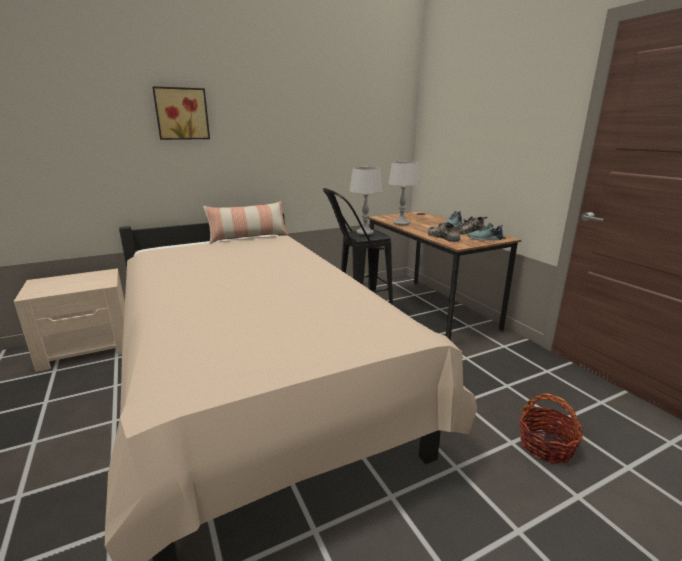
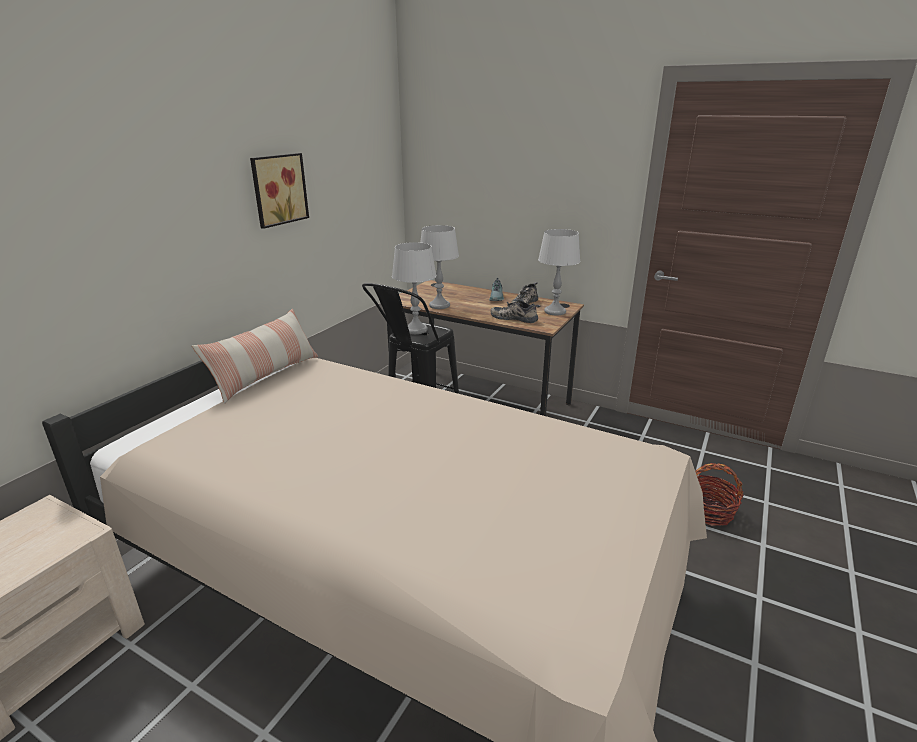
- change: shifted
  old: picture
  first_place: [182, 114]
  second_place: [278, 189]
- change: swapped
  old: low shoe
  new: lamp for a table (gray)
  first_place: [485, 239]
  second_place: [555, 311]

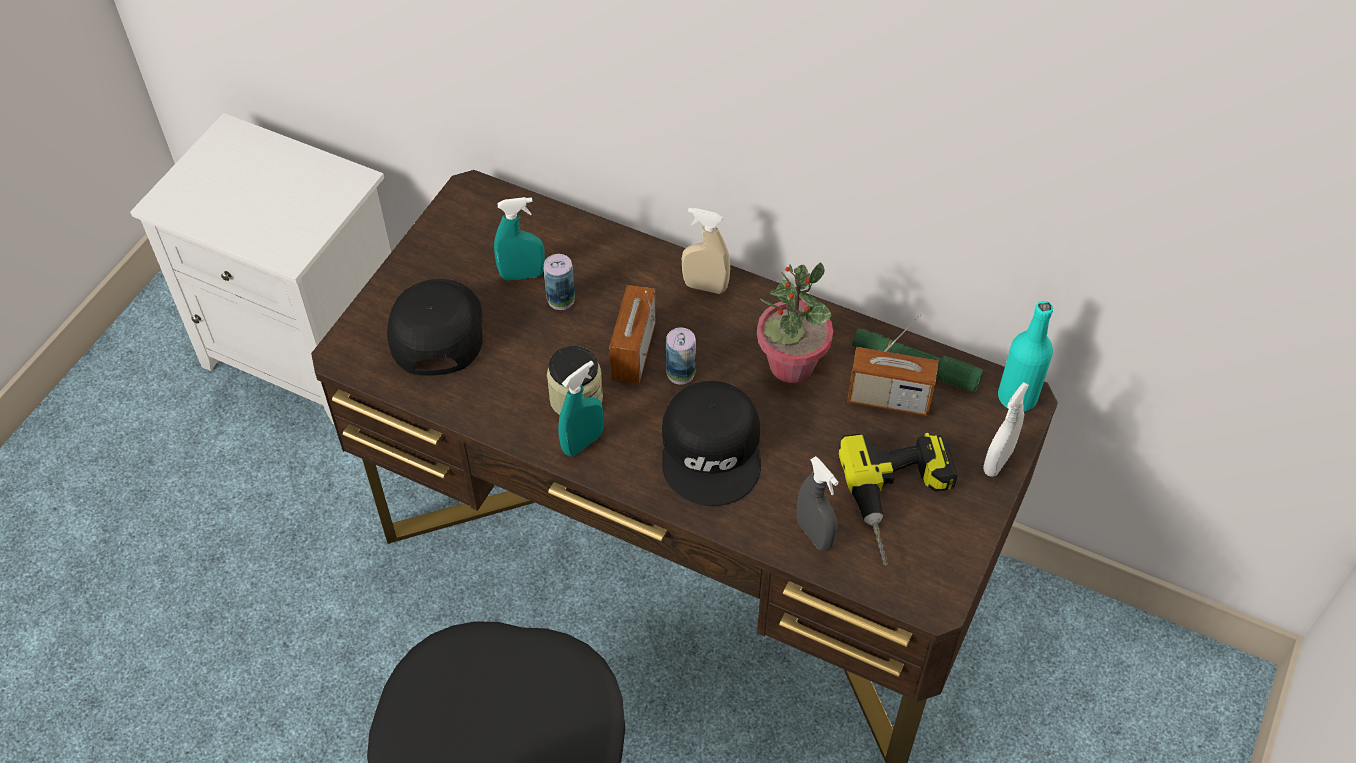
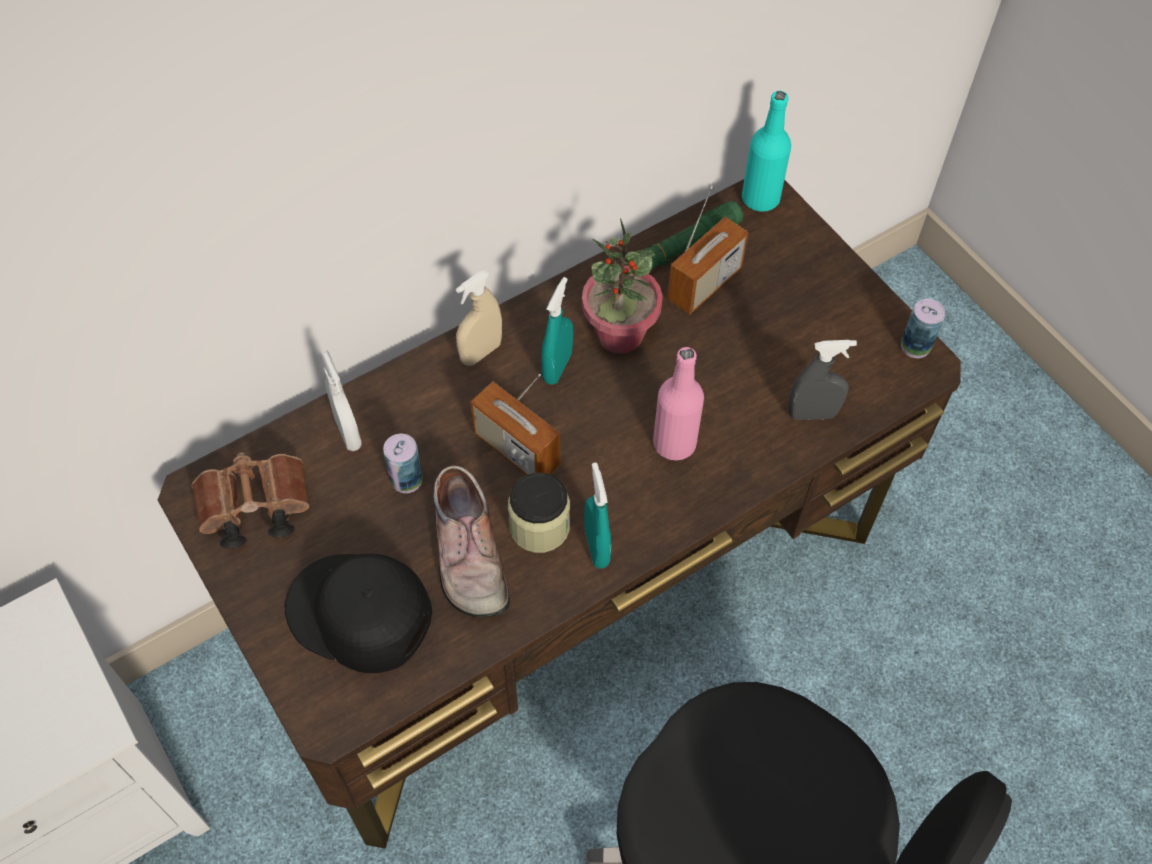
- change: gone
  old: drill
  first_place: [903, 502]
- change: new
  new: binoculars (brown-coloured)
  second_place: [252, 510]
- change: new
  new: low shoe
  second_place: [465, 553]
- change: shifted
  old: hand sprayer (blue-green)
  first_place: [522, 275]
  second_place: [557, 367]
- change: shifted
  old: metal can
  first_place: [680, 373]
  second_place: [915, 346]
- change: shifted
  old: hand sprayer (whitish)
  first_place: [997, 461]
  second_place: [348, 433]
- change: swapped
  old: baseball cap (black)
  new: drink bottle (pink)
  first_place: [713, 450]
  second_place: [674, 443]

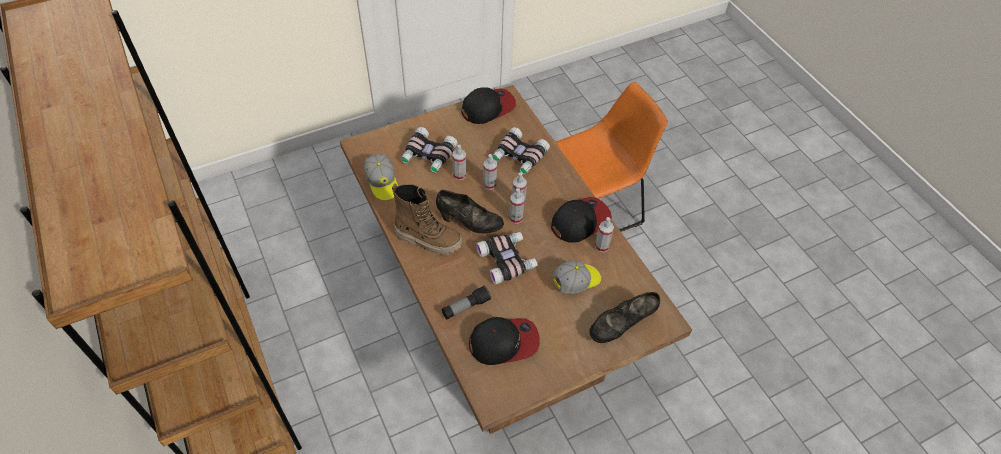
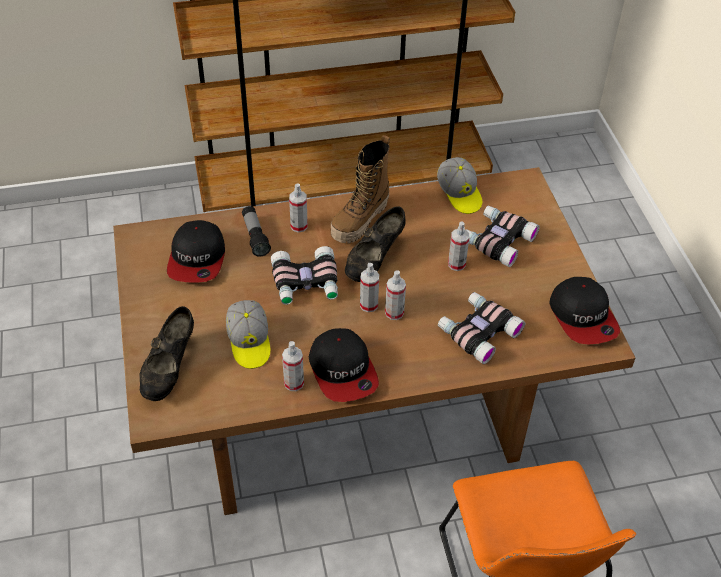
- change: shifted
  old: hand sprayer
  first_place: [489, 184]
  second_place: [299, 226]
- change: rotated
  old: baseball cap
  first_place: [382, 183]
  second_place: [459, 194]
  degrees: -105
- change: rotated
  old: low shoe (black)
  first_place: [621, 325]
  second_place: [169, 369]
  degrees: -150

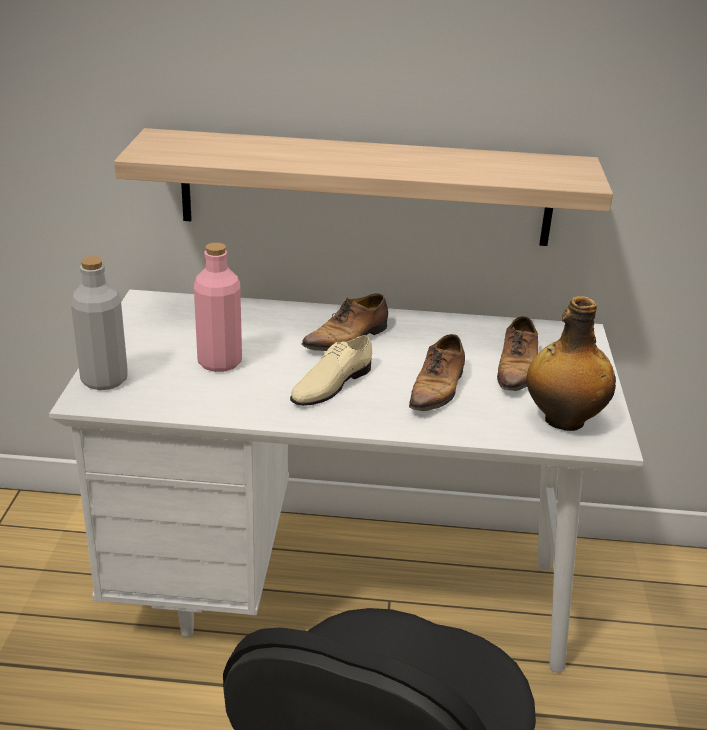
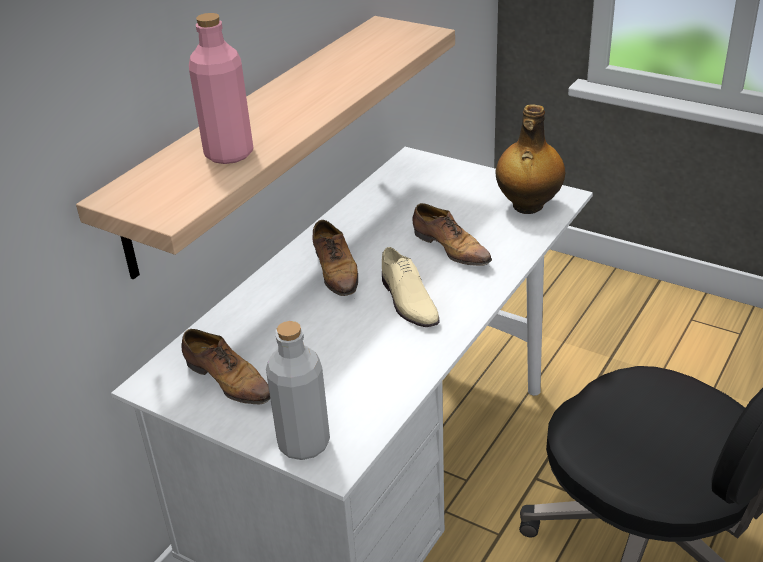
- change: shifted
  old: drink bottle (pink)
  first_place: [220, 362]
  second_place: [229, 153]
- change: shifted
  old: low shoe
  first_place: [517, 369]
  second_place: [228, 380]

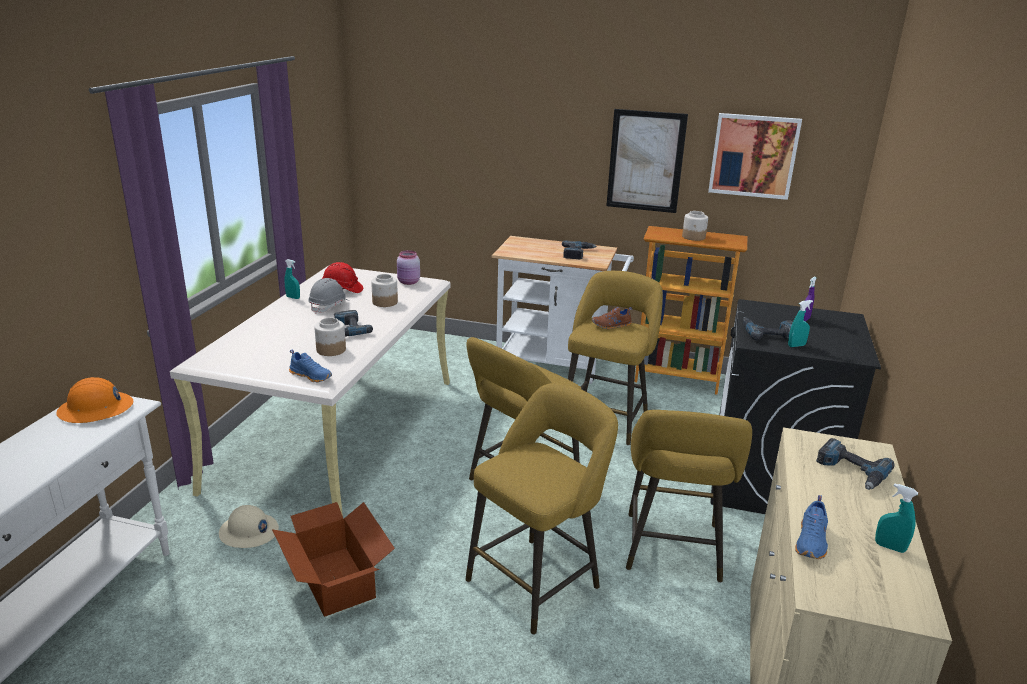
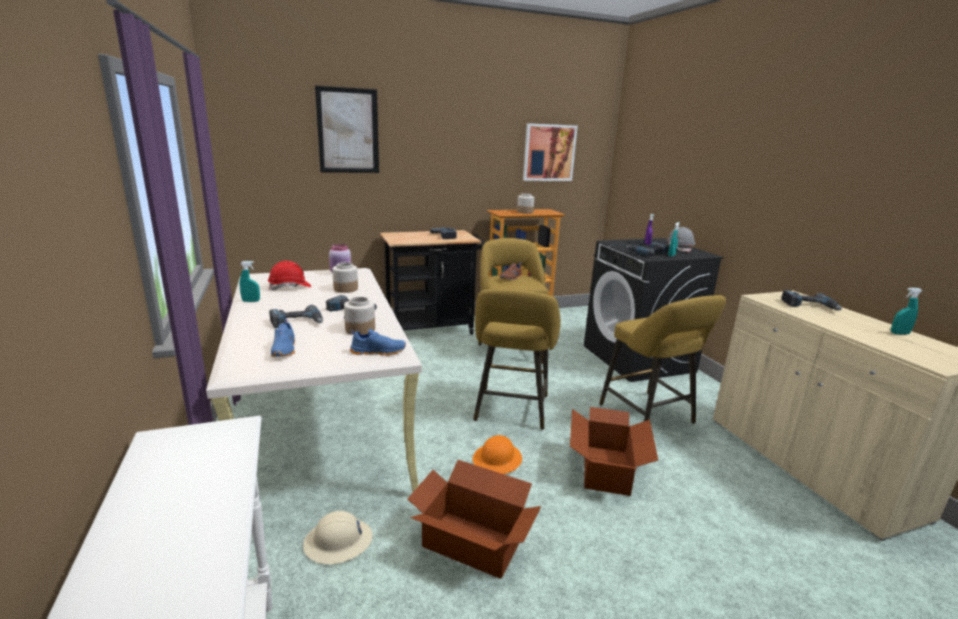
- change: new
  new: drill
  second_place: [297, 322]
- change: shifted
  old: safety helmet (orange-coloured)
  first_place: [96, 409]
  second_place: [497, 460]
- change: shifted
  old: safety helmet (gray)
  first_place: [329, 306]
  second_place: [678, 248]
- change: shifted
  old: picture
  first_place: [645, 161]
  second_place: [348, 131]
- change: shifted
  old: low shoe (blue)
  first_place: [812, 542]
  second_place: [285, 350]
- change: swapped
  old: stool (yellow-coloured)
  new: packing box
  first_place: [538, 580]
  second_place: [607, 469]
- change: repainted
  old: trolley (whitish)
  new: trolley (black)
  first_place: [557, 364]
  second_place: [435, 328]

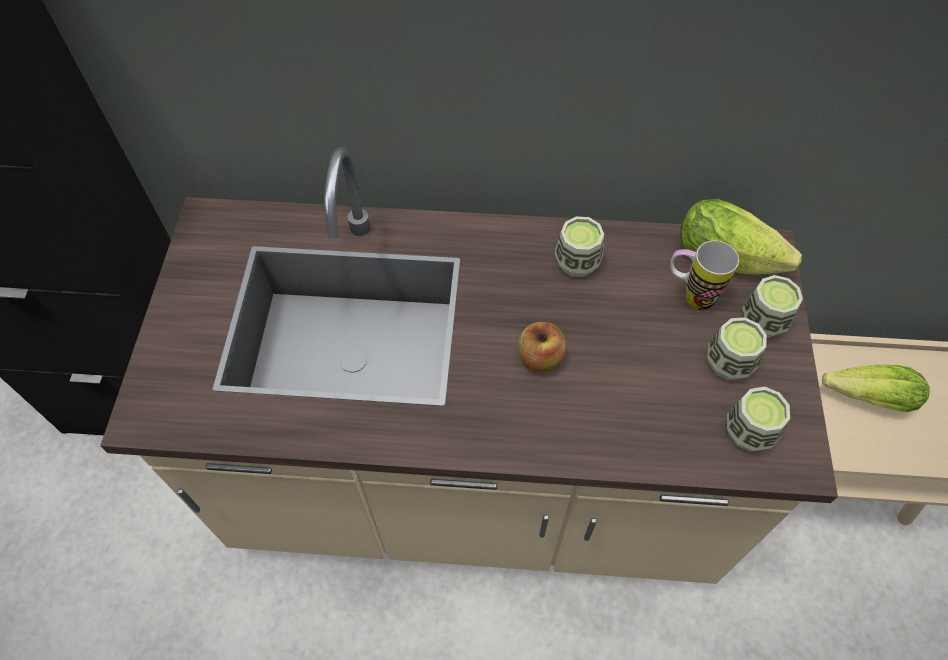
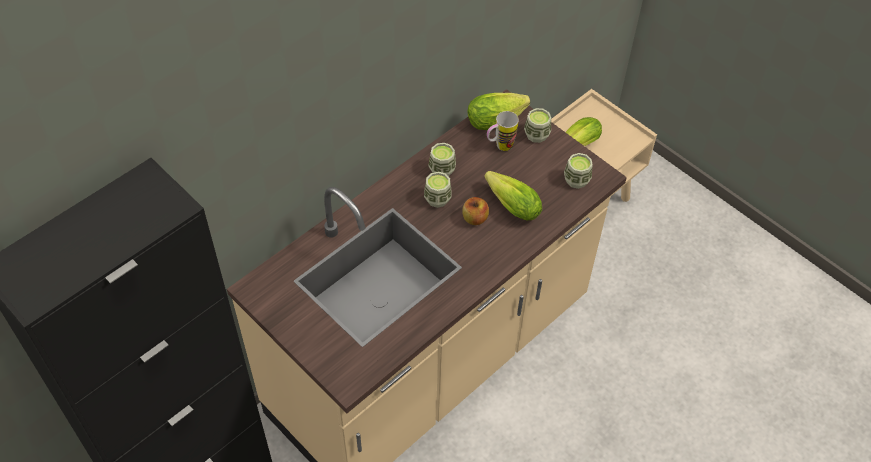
- change: new
  new: lettuce head
  second_place: [510, 204]
- change: shifted
  old: small cup
  first_place: [728, 363]
  second_place: [437, 199]

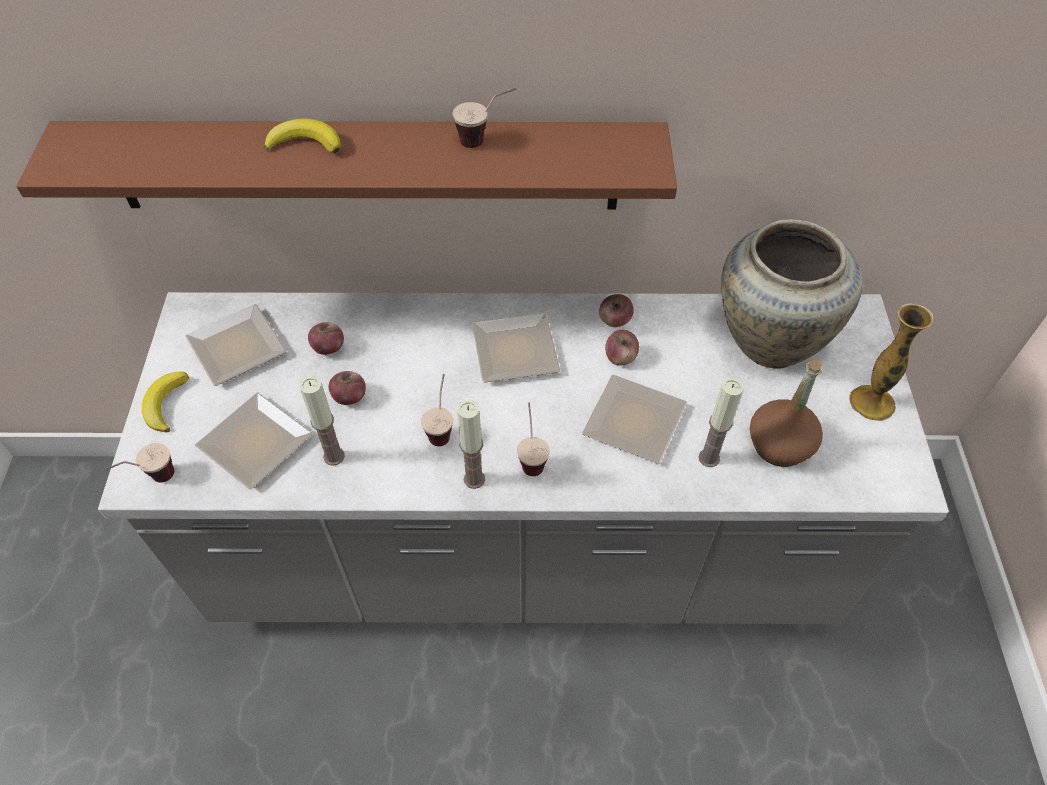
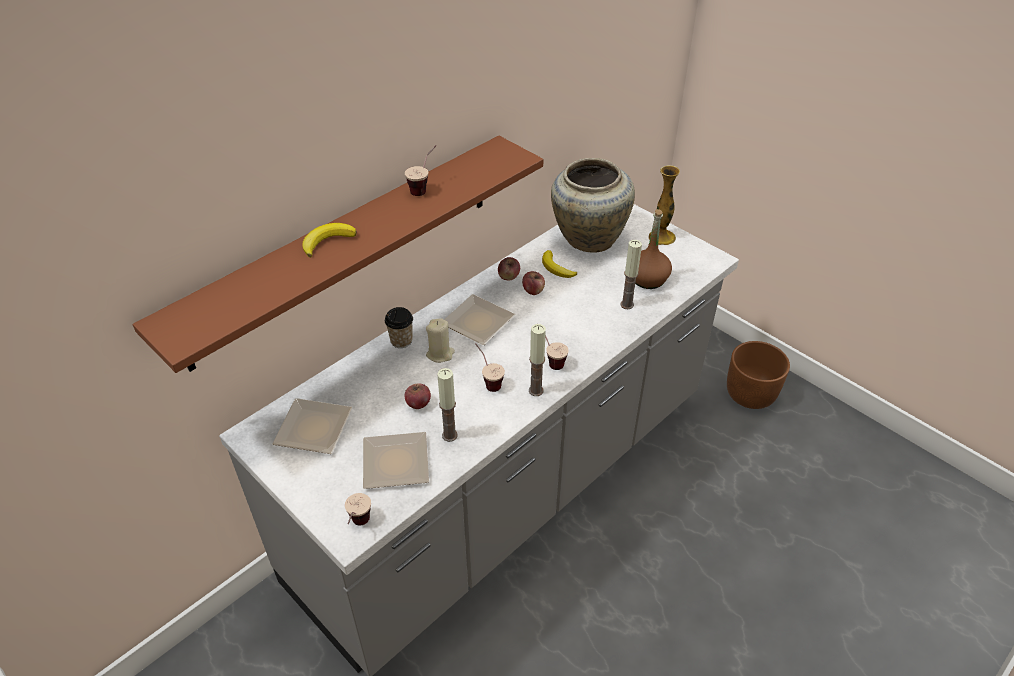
- change: gone
  old: apple fruit
  first_place: [328, 347]
- change: gone
  old: dinner plate
  first_place: [630, 423]
- change: new
  new: small cup
  second_place: [401, 341]
- change: new
  new: candle (sand-coloured)
  second_place: [440, 354]
- change: new
  new: planter (brown-coloured)
  second_place: [751, 394]
- change: shifted
  old: banana
  first_place: [165, 404]
  second_place: [556, 268]

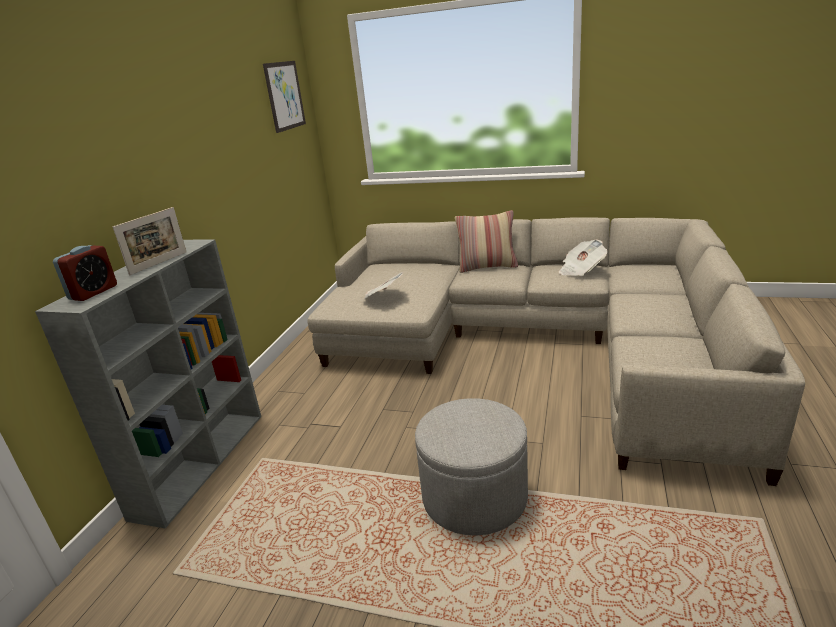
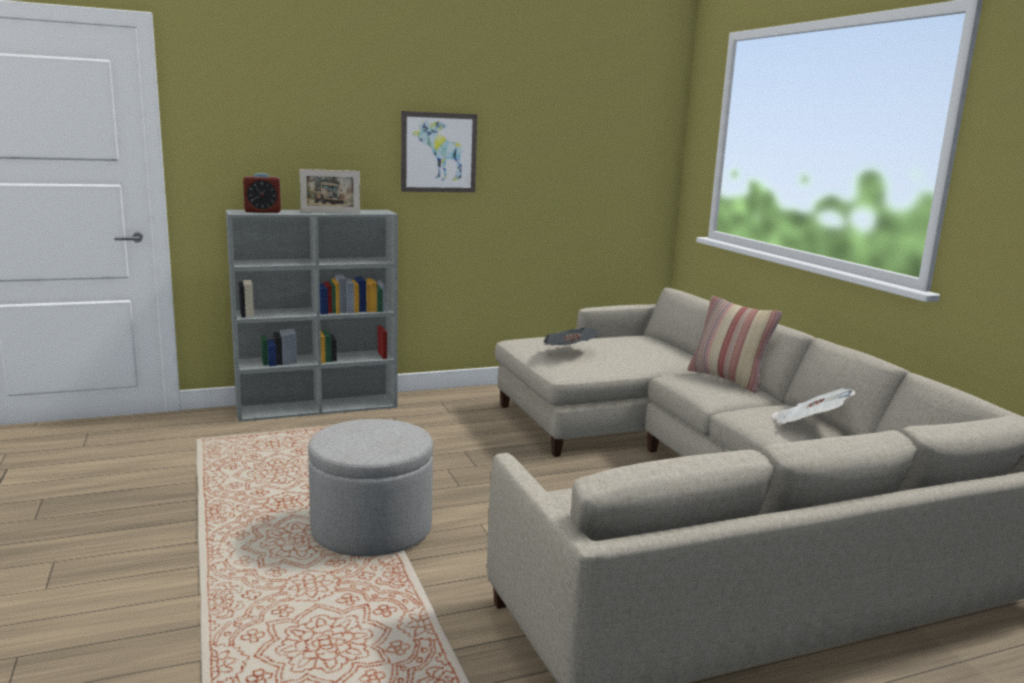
- change: shifted
  old: picture
  first_place: [285, 96]
  second_place: [439, 152]

